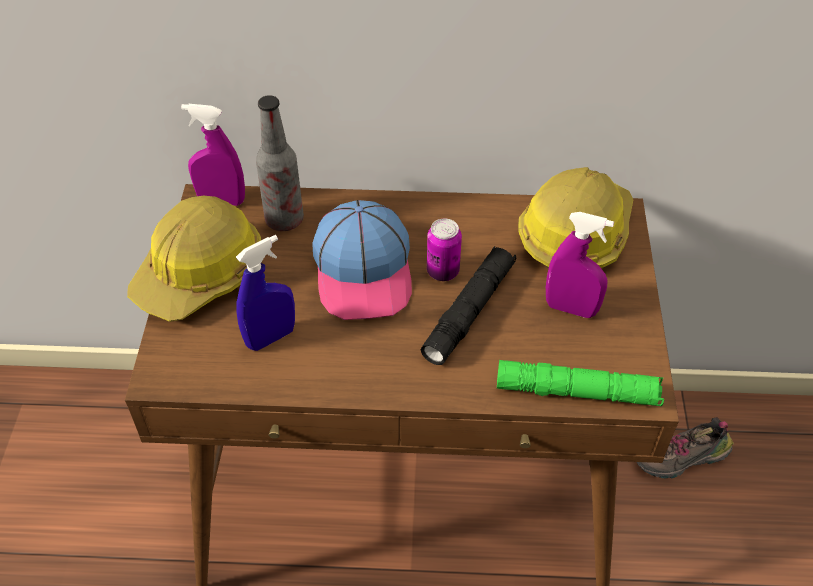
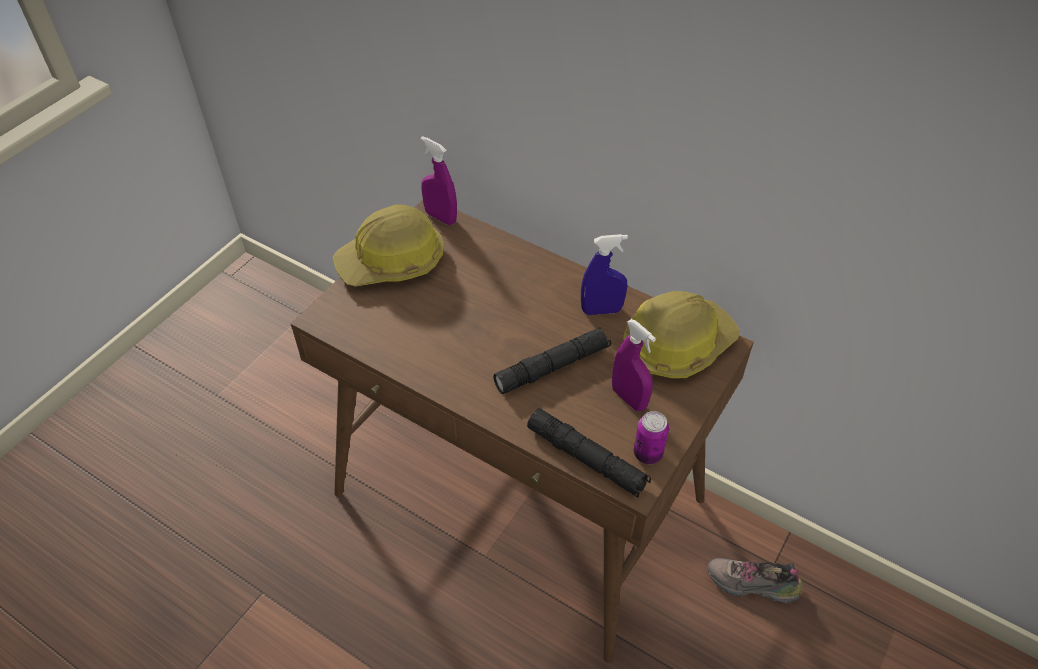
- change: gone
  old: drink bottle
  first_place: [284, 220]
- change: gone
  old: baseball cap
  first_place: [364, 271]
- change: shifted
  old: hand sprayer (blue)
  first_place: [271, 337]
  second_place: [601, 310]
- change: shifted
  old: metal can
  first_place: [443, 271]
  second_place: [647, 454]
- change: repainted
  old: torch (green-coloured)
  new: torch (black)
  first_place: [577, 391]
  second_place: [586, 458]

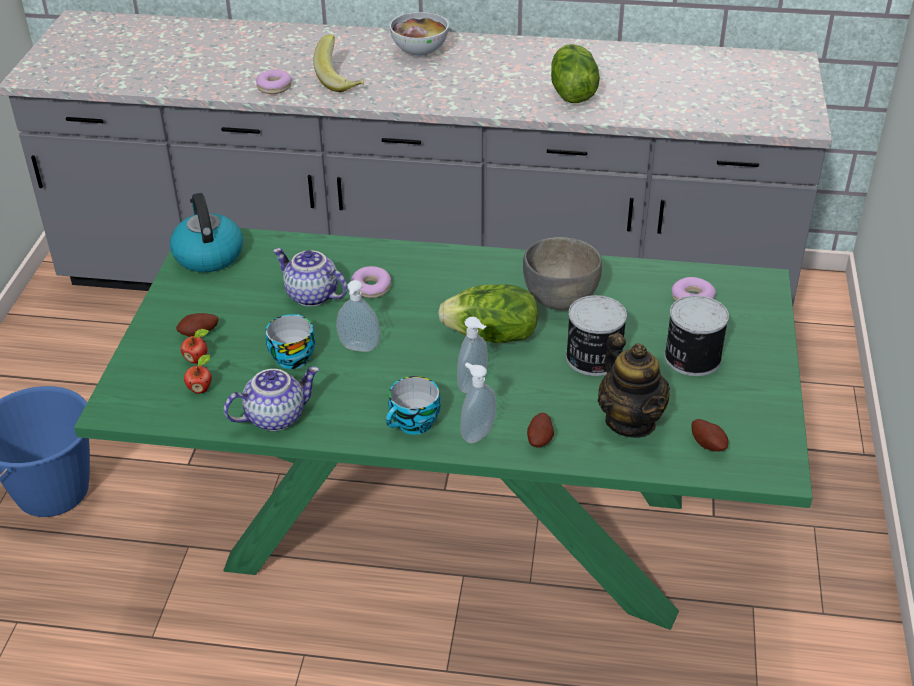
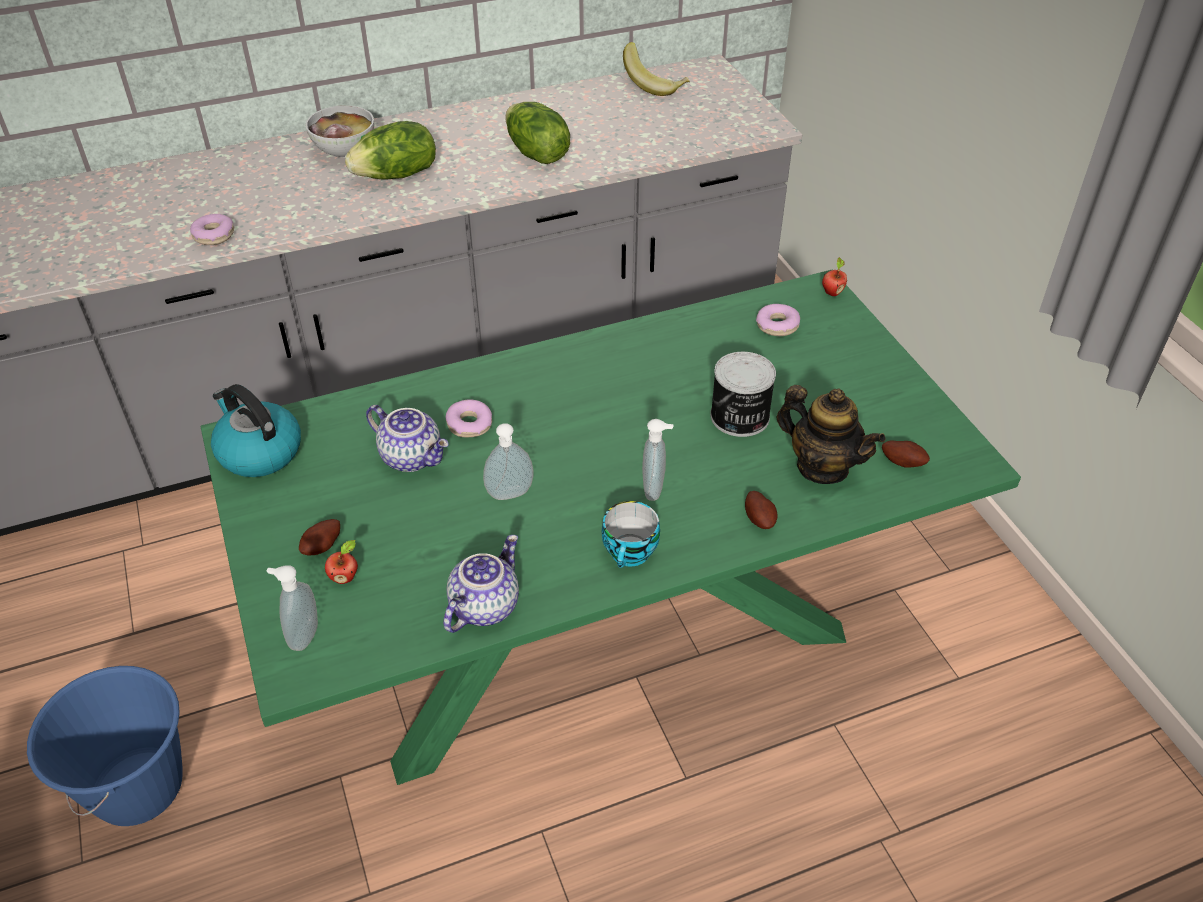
- change: gone
  old: small cup
  first_place: [292, 356]
- change: gone
  old: deep dish (gray)
  first_place: [560, 300]
- change: gone
  old: metal can
  first_place: [691, 357]
- change: shifted
  old: apple fruit
  first_place: [201, 389]
  second_place: [832, 292]
- change: shifted
  old: banana
  first_place: [342, 80]
  second_place: [655, 85]
- change: shifted
  old: lettuce head
  first_place: [491, 336]
  second_place: [397, 175]
- change: shifted
  old: liquid soap bottle
  first_place: [476, 433]
  second_place: [302, 635]
- change: rotated
  old: tea pot
  first_place: [311, 296]
  second_place: [413, 457]
  degrees: -150

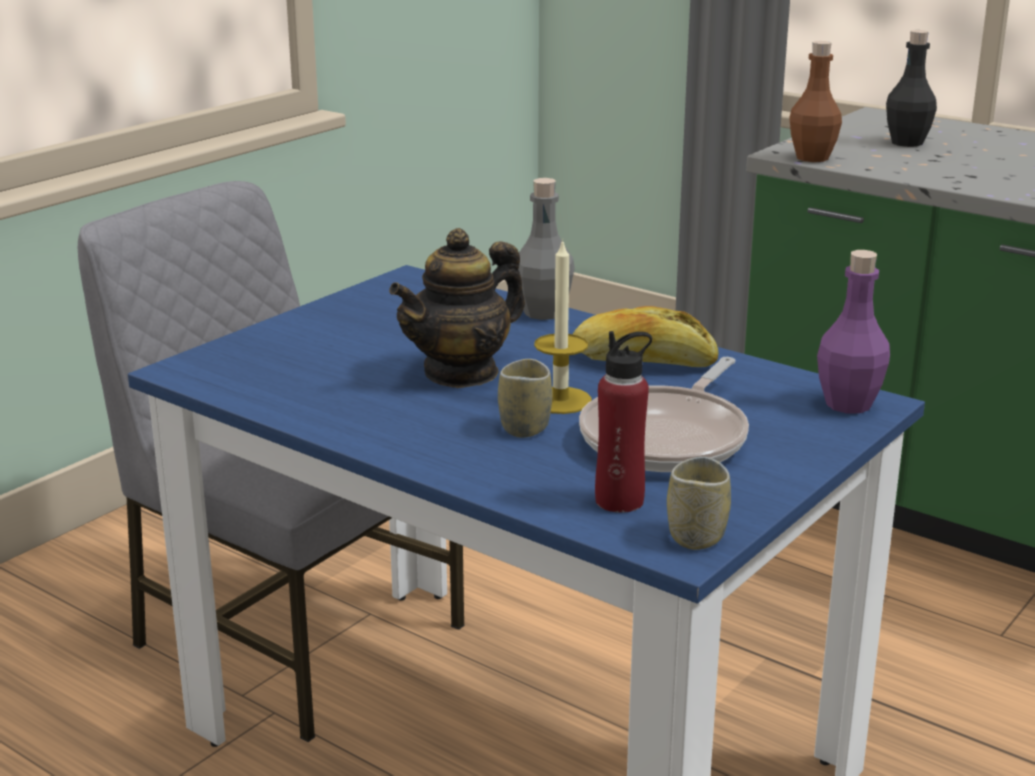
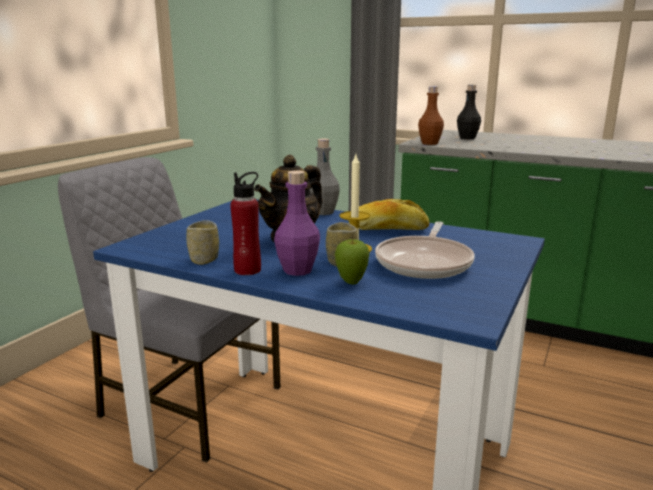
- change: new
  new: apple fruit
  second_place: [351, 282]
- change: shifted
  old: drink bottle (reddish)
  first_place: [619, 501]
  second_place: [247, 270]
- change: shifted
  old: small cup
  first_place: [696, 537]
  second_place: [204, 260]
- change: shifted
  old: drink bottle (purple)
  first_place: [848, 404]
  second_place: [297, 270]

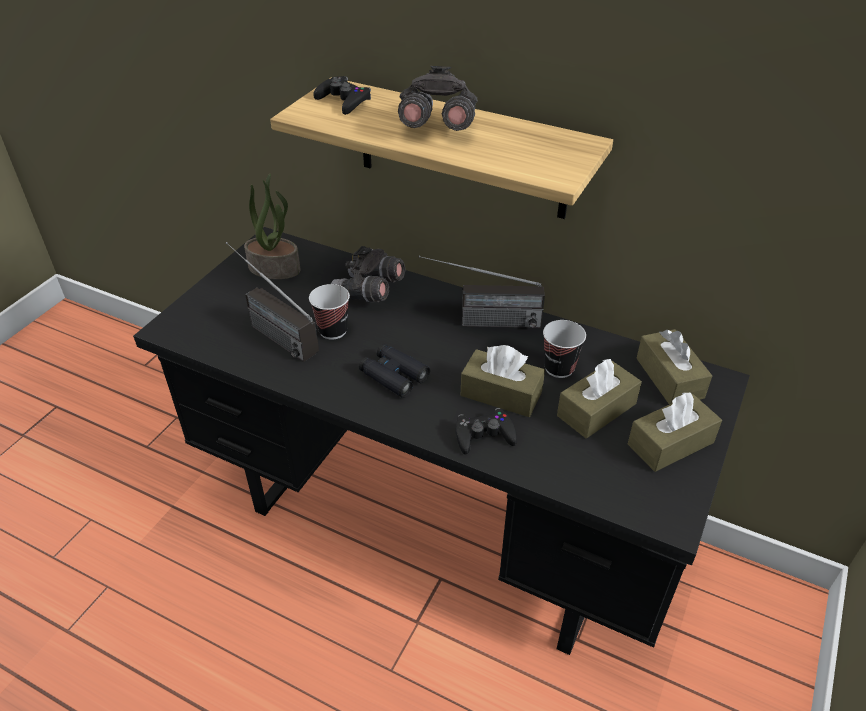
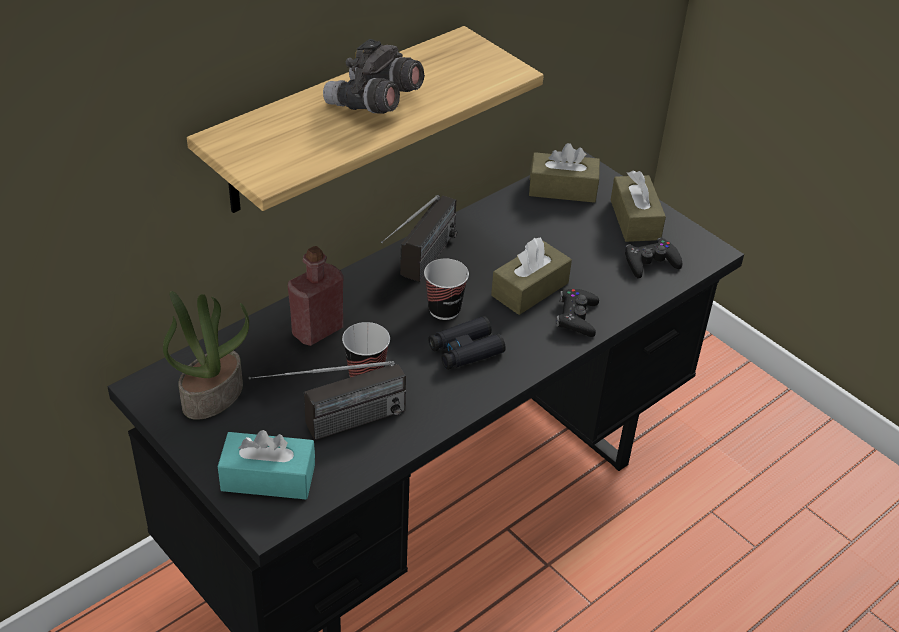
- change: gone
  old: box of tissues (brown-coloured)
  first_place: [596, 410]
- change: new
  new: box of tissues (blue-green)
  second_place: [268, 478]
- change: shifted
  old: joypad (black)
  first_place: [343, 101]
  second_place: [650, 263]
- change: shifted
  old: small cup
  first_place: [559, 368]
  second_place: [444, 309]
- change: swapped
  old: binoculars (gray)
  new: drink bottle (reddish)
  first_place: [369, 292]
  second_place: [317, 330]

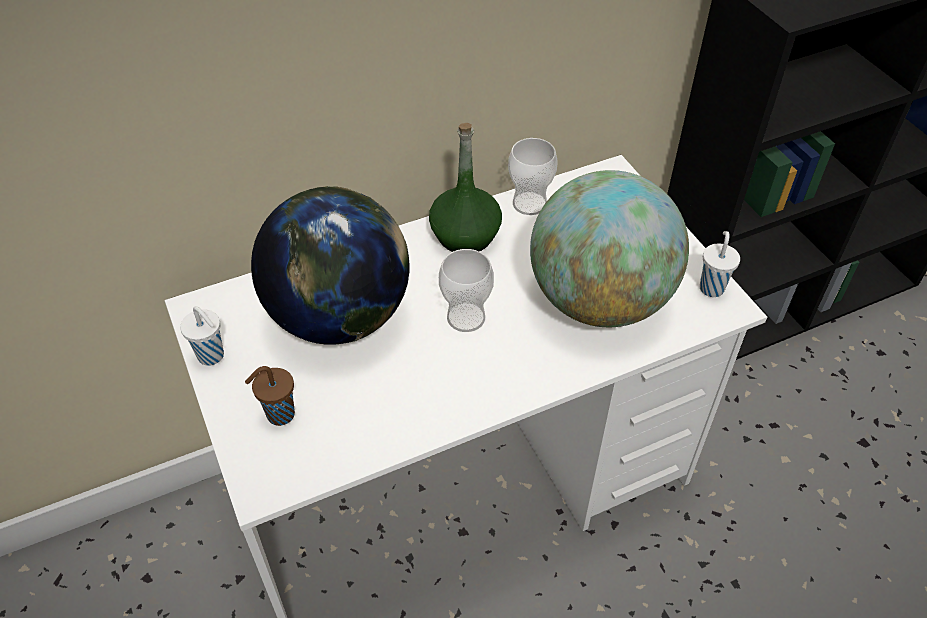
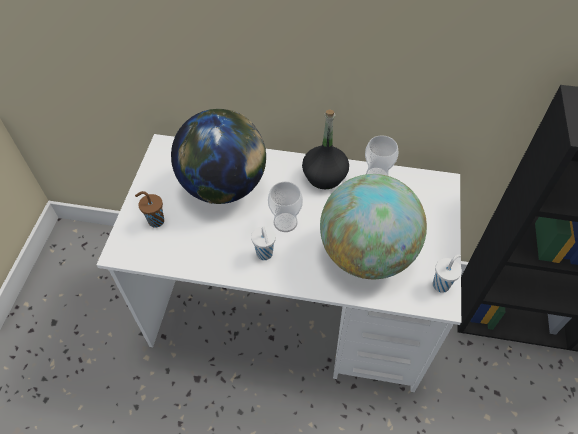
- change: shifted
  old: small cup (whitish)
  first_place: [212, 356]
  second_place: [265, 254]
- change: repainted
  old: drink bottle (green-coloured)
  new: drink bottle (black)
  first_place: [465, 235]
  second_place: [324, 176]

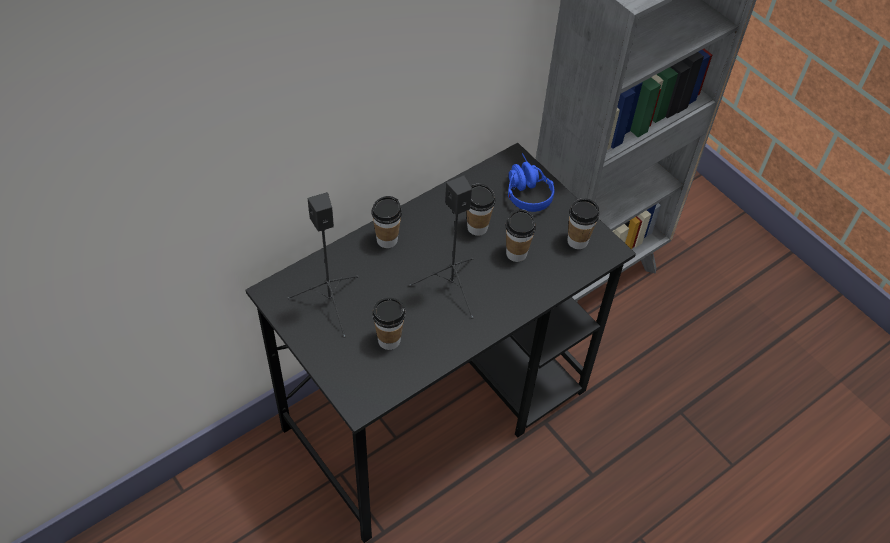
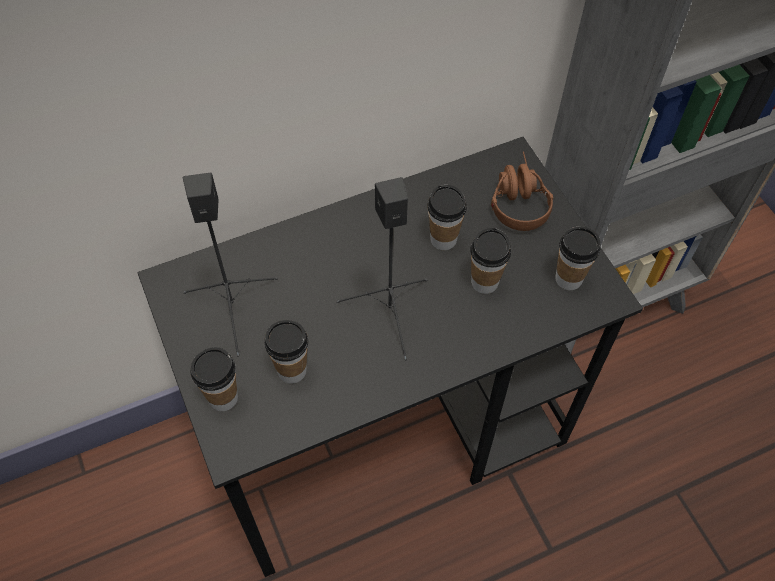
- change: shifted
  old: small cup
  first_place: [387, 240]
  second_place: [223, 398]
- change: repainted
  old: pair of headphones (blue)
  new: pair of headphones (brown-coloured)
  first_place: [525, 189]
  second_place: [517, 198]

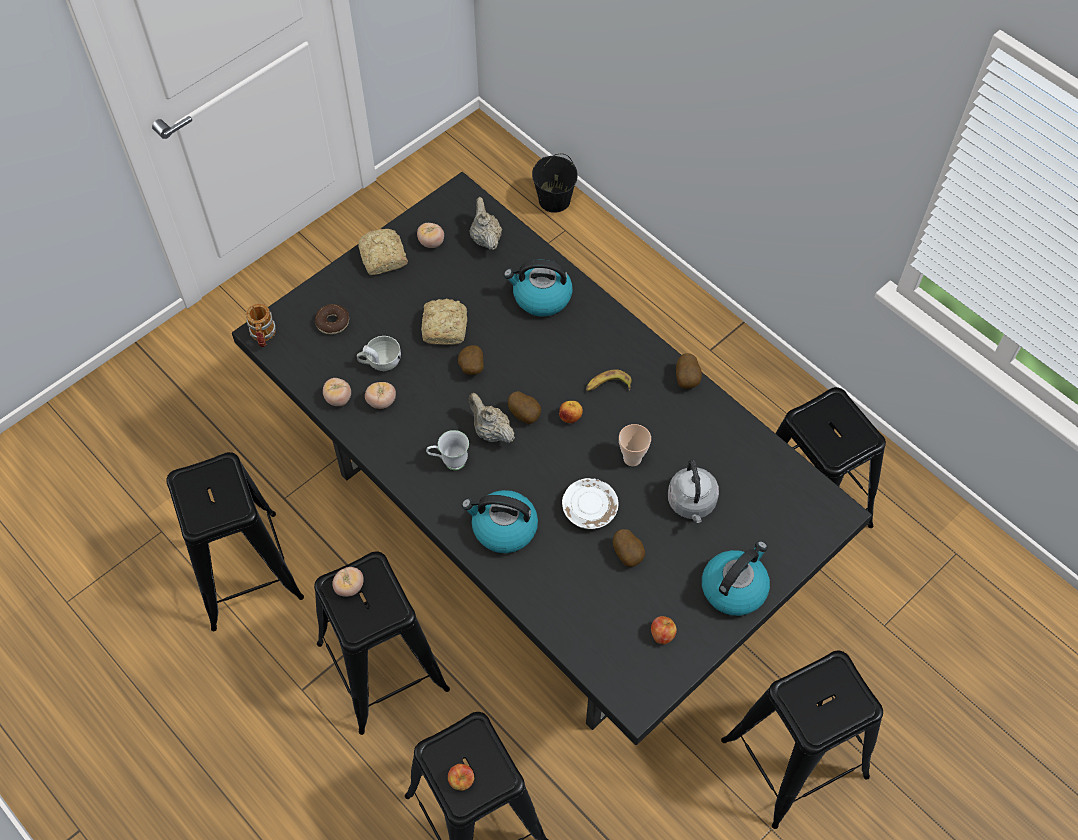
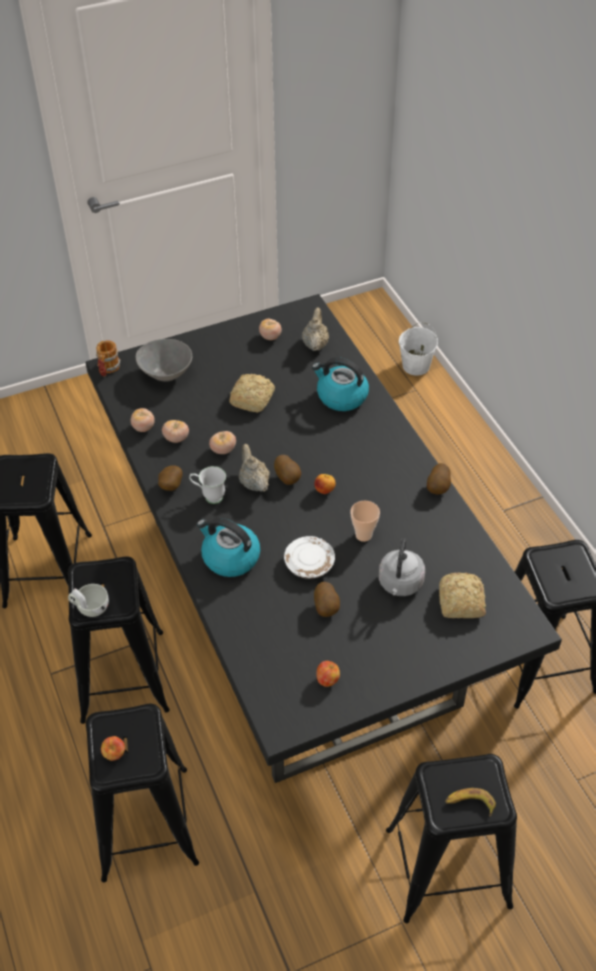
- change: gone
  old: kettle
  first_place: [734, 587]
- change: shifted
  old: whole tomato
  first_place: [349, 587]
  second_place: [223, 450]
- change: shifted
  old: small cup (whitish)
  first_place: [380, 362]
  second_place: [90, 607]
- change: shifted
  old: bread
  first_place: [382, 258]
  second_place: [460, 603]
- change: shifted
  old: spud
  first_place: [471, 368]
  second_place: [170, 486]
- change: shifted
  old: banana
  first_place: [608, 386]
  second_place: [469, 803]
- change: swapped
  old: donut
  new: deep dish (gray)
  first_place: [333, 322]
  second_place: [165, 373]
- change: repainted
  old: bucket (black)
  new: bucket (whitish)
  first_place: [554, 200]
  second_place: [415, 366]

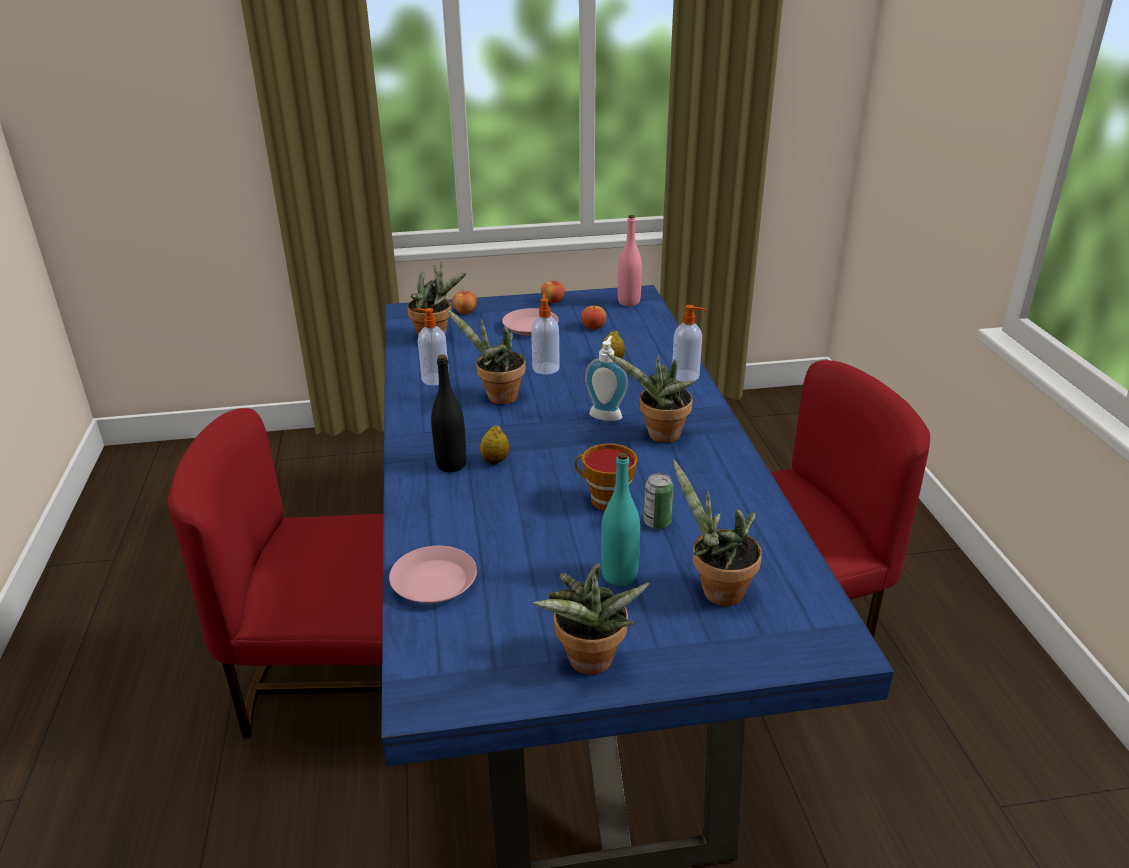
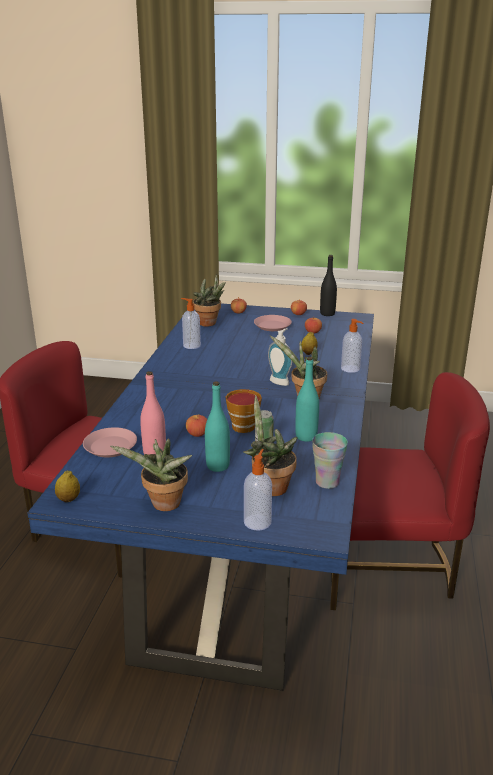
- change: gone
  old: houseplant
  first_place: [497, 397]
- change: new
  new: apple fruit
  second_place: [197, 434]
- change: new
  new: drink bottle (blue-green)
  second_place: [306, 436]
- change: new
  new: small cup
  second_place: [327, 482]
- change: shifted
  old: drink bottle (black)
  first_place: [451, 464]
  second_place: [327, 314]
- change: shifted
  old: whole lemon
  first_place: [495, 461]
  second_place: [68, 499]
- change: shifted
  old: liquid soap bottle
  first_place: [546, 368]
  second_place: [258, 521]
- change: shifted
  old: drink bottle (pink)
  first_place: [629, 302]
  second_place: [154, 454]

